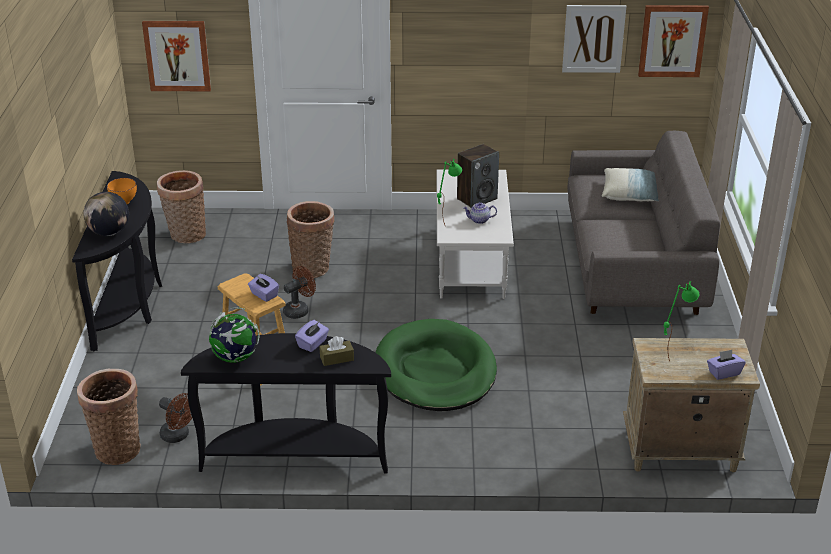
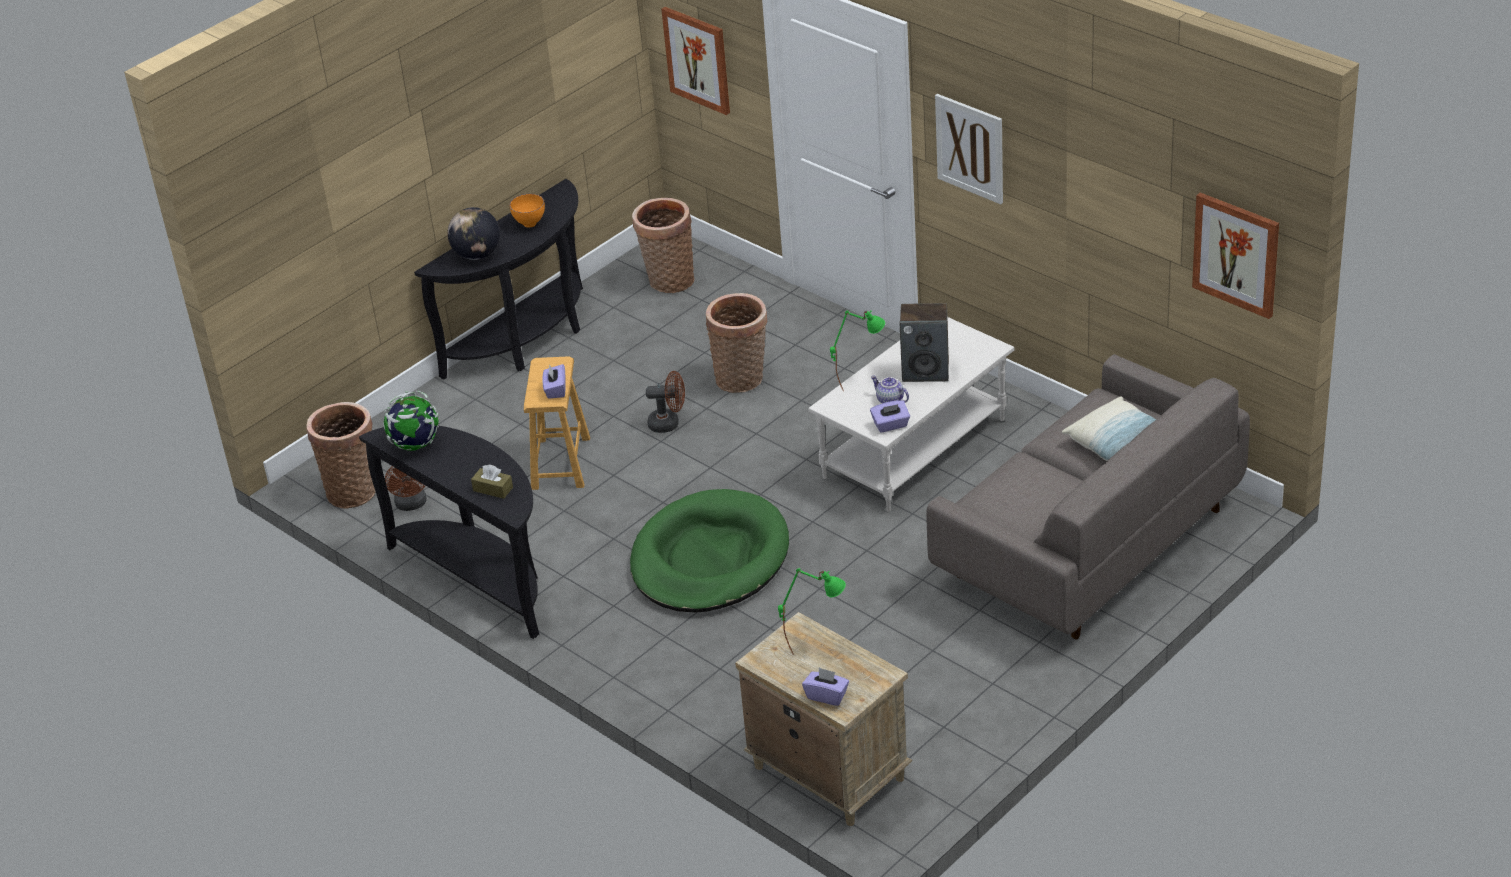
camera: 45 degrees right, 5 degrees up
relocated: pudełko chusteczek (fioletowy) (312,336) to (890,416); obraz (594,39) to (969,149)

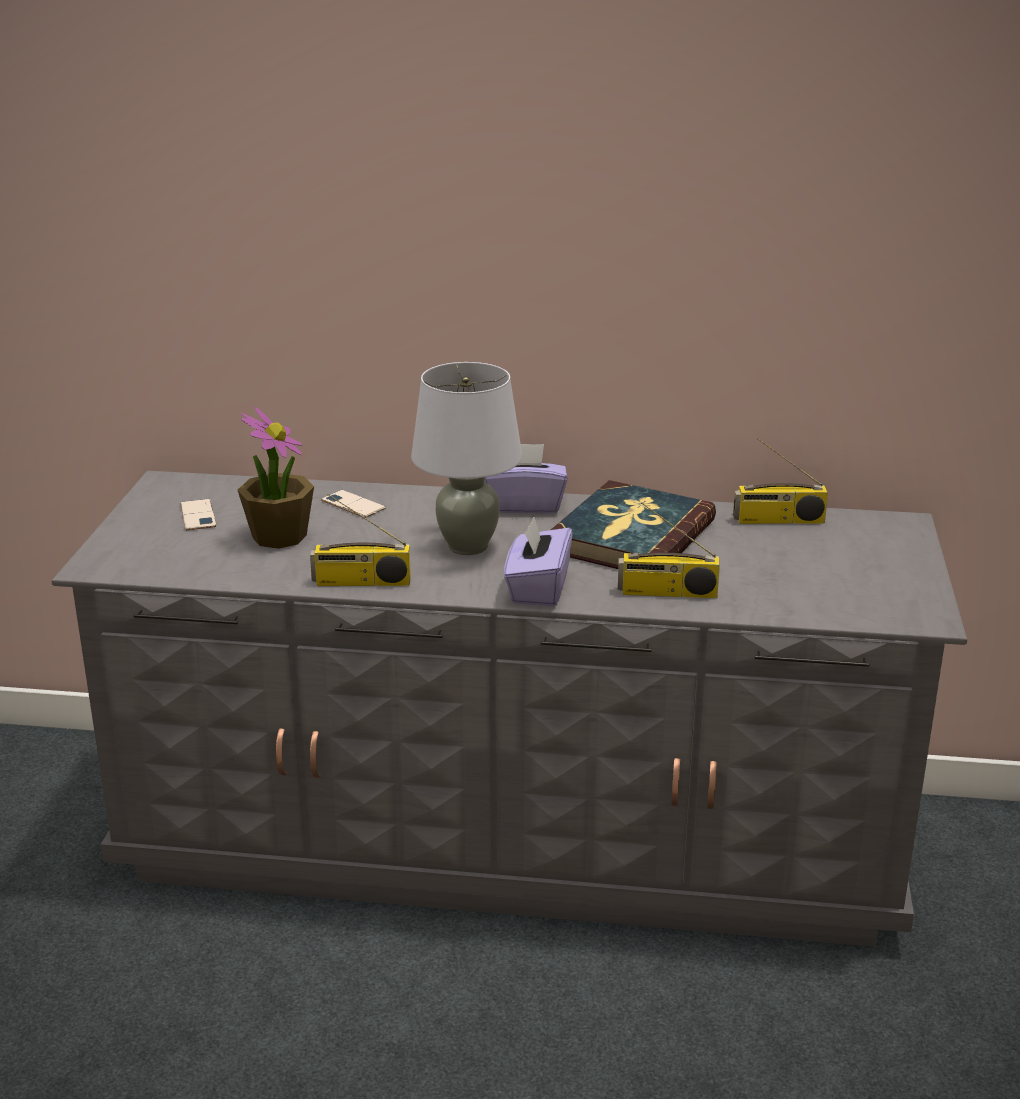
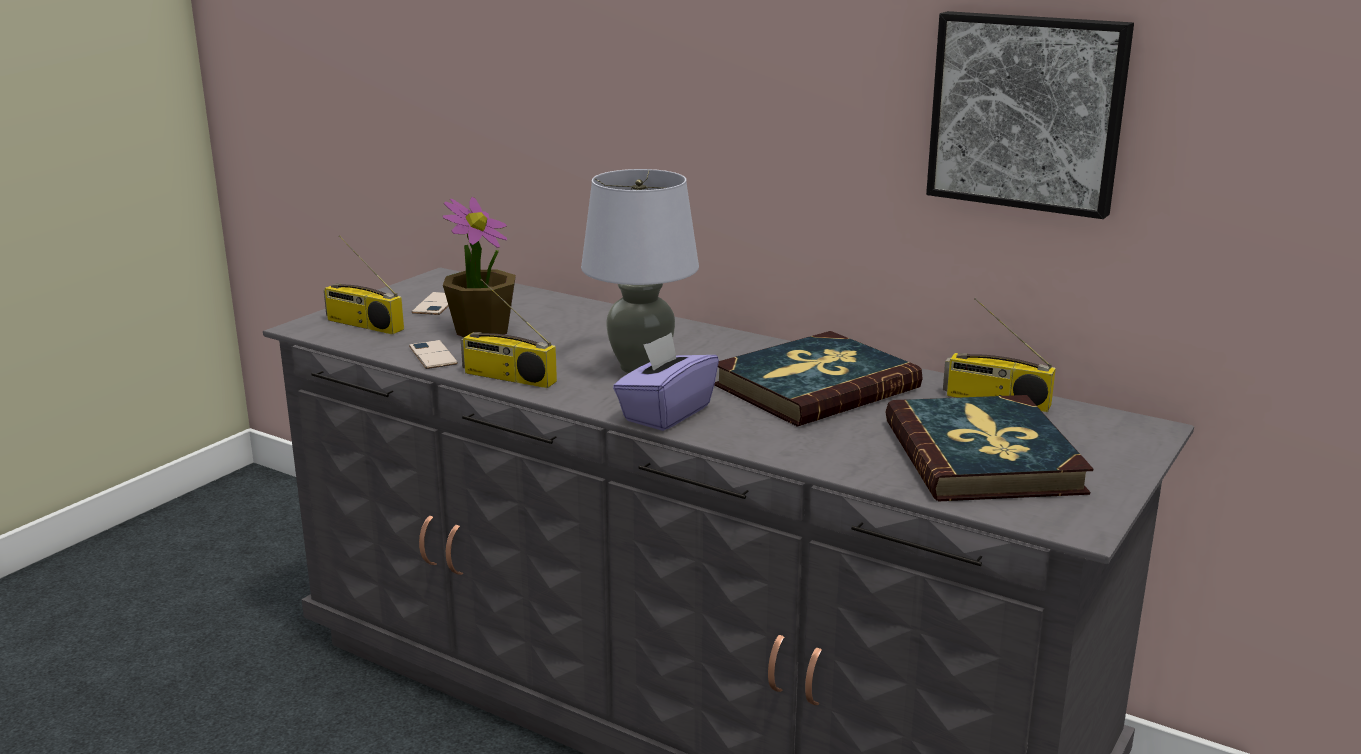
camera: 25 degrees right, 5 degrees down
missing: pudełko chusteczek (fioletowy) (525,479)
appeared: książka (989,448); obraz (1030,115)
relocated: radio (669,550) to (364,285); telefon (353,504) to (433,354)

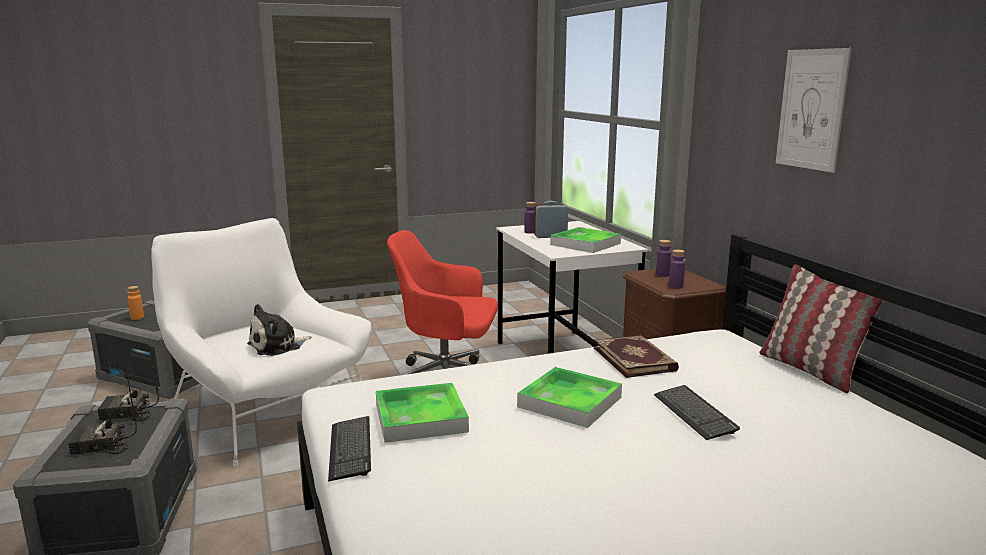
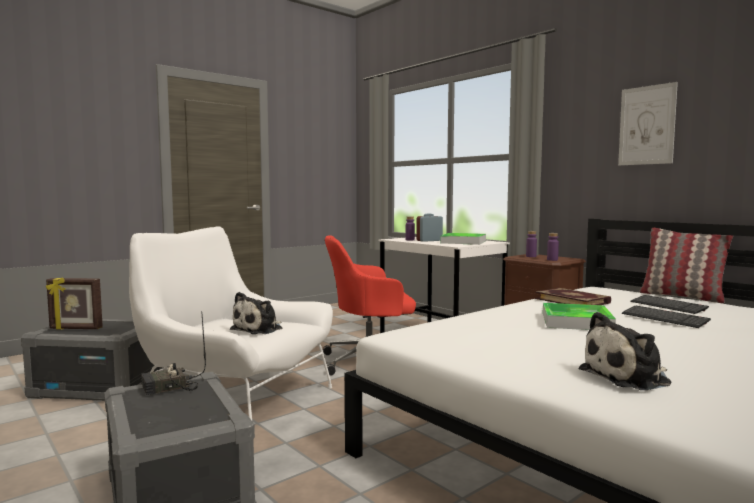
camera: 20 degrees left, 10 degrees down
missing: radio (102,413); taca (422,413)
appeared: pluszak (625,351)
relocated: klawiatura (349,449) to (669,304)
exchanged: butelka (pomarańczowy) (135,303) to ramka na zdjęcie (74,304)

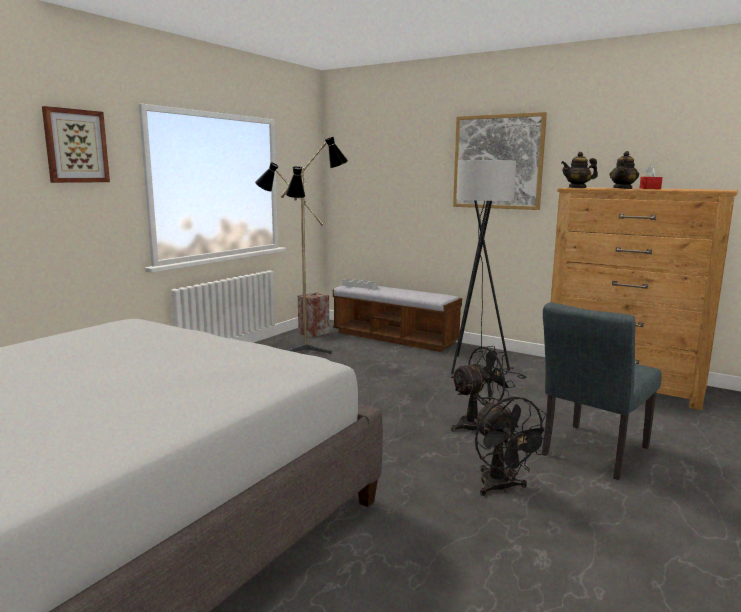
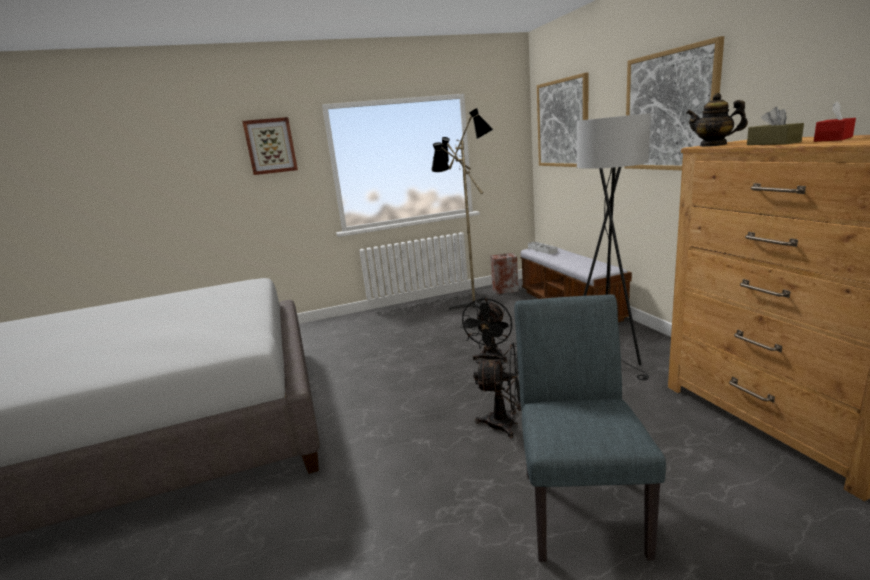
camera: 40 degrees right, 5 degrees up
appeared: obraz (563,120)
relocated: wentylator (czarny) (513,446) to (486,330)
exchanged: imbryk (624,170) to pudełko chusteczek (brązowy) (775,126)
spun: krzesło (szary) (602,391) = (590,428) 105 degrees clockwise

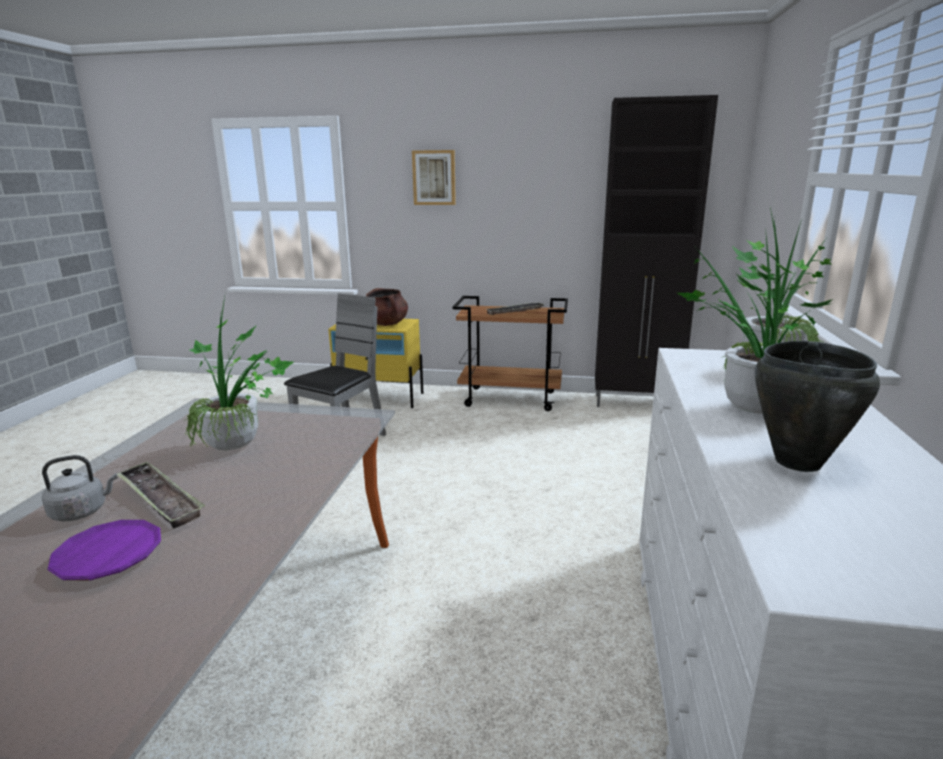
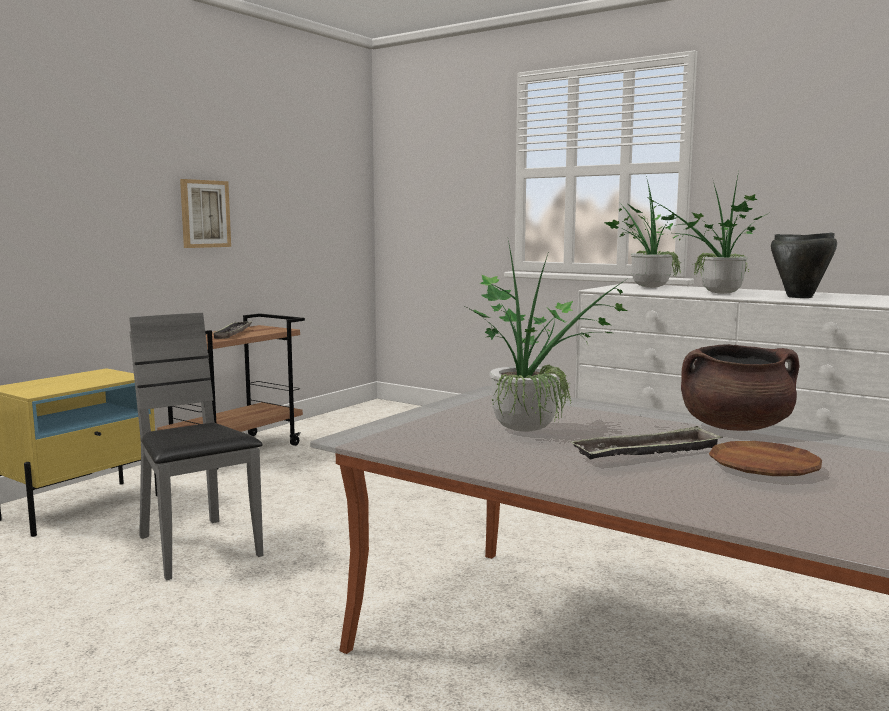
camera: 65 degrees left, 10 degrees down
missing: czajnik (szary) (80,488); szafka (czarny) (656,251)
relocated: obraz (434,177) to (205,213); garnek (brązowy) (387,307) to (740,387)
colour: talerz (fioletowy) (104,550) to talerz (brązowy) (765,458)

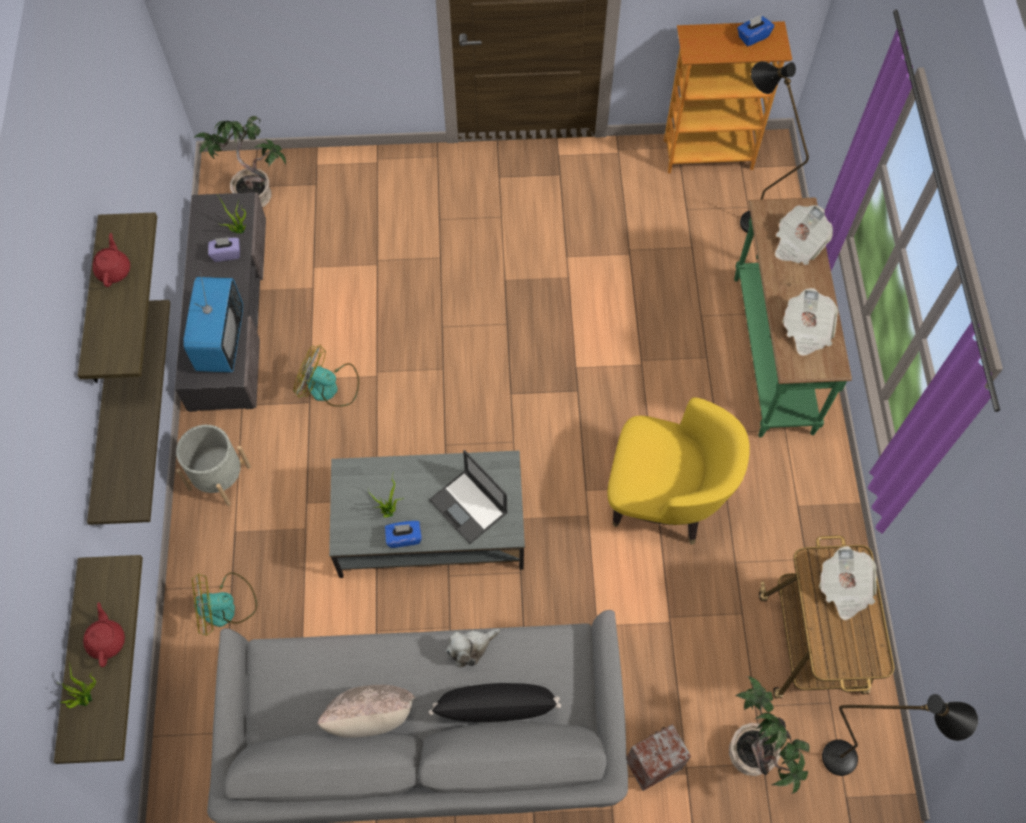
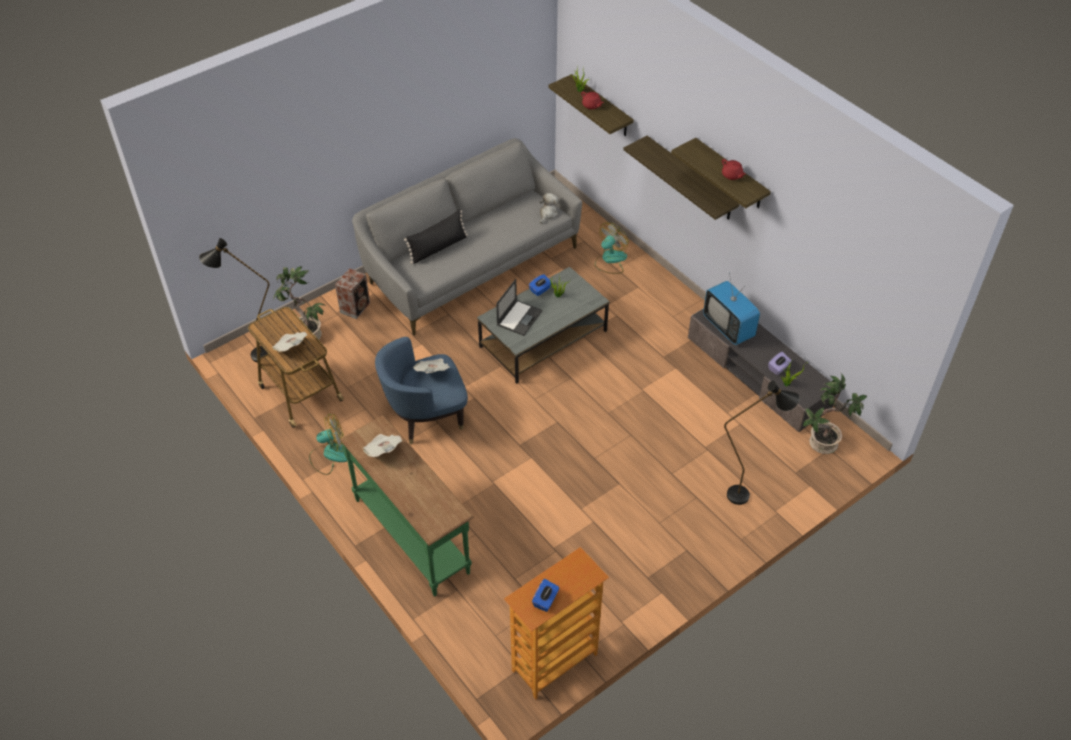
camera: 145 degrees right, 15 degrees down
missing: donica (szary) (213,465); poduszka (beżowy) (366,711)
relocated: wentylator (326,376) to (328,444); gazeta (804,235) to (431,365); pluszak (473,648) to (549,208); lampa stojąca (czarny) (774,147) to (762,443)
colour: fotel (żółty) (678,471) to fotel (niebieski) (421,390)
spun: laptop (468,497) = (519,307) 105 degrees clockwise

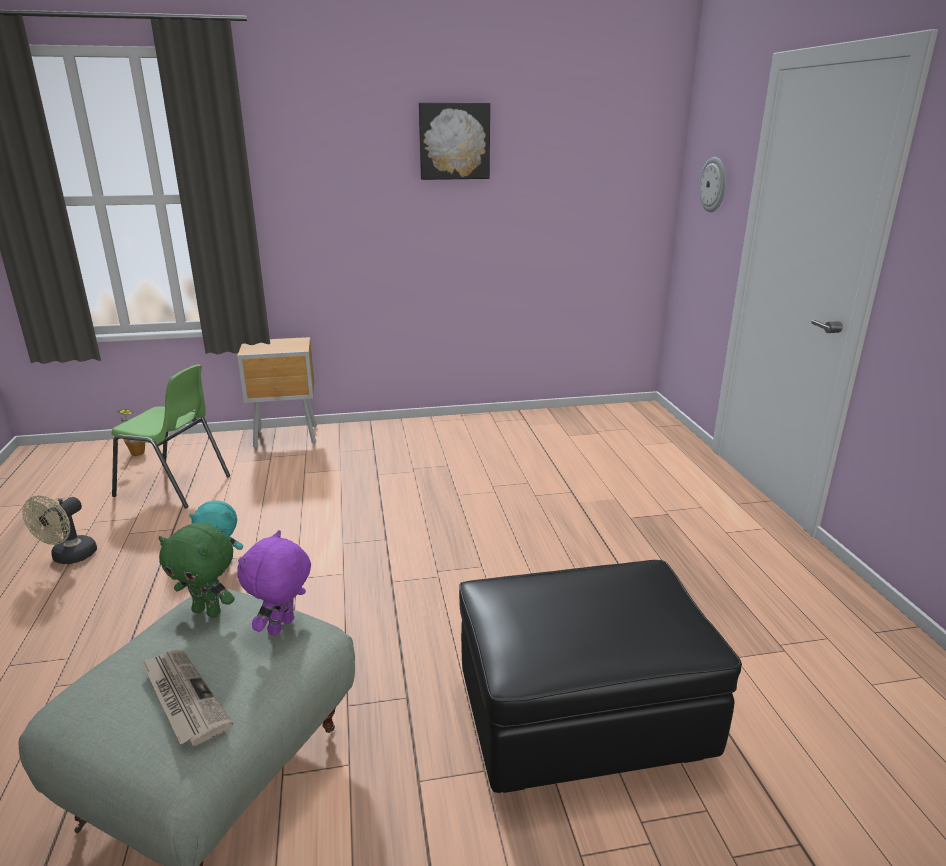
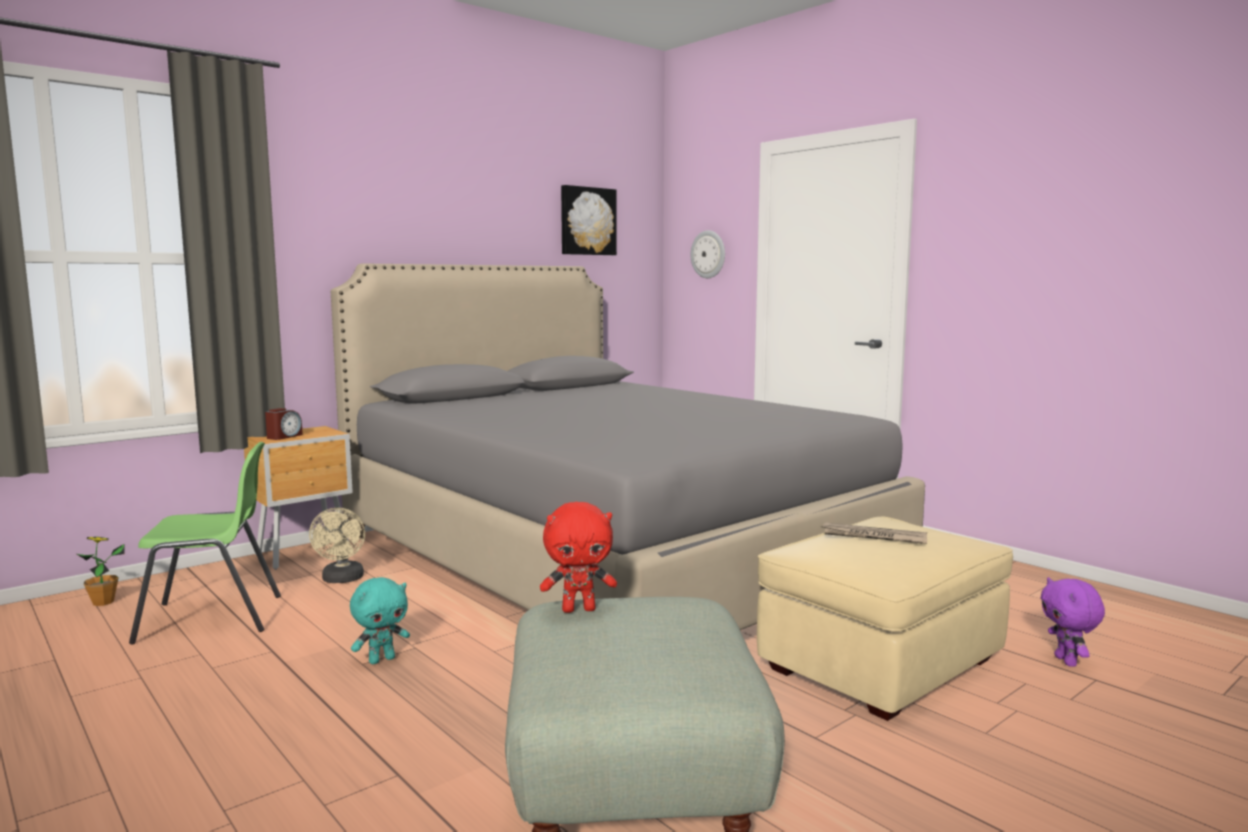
camera: 30 degrees left, 15 degrees down
appeared: budzik (284,424); łóżko (szary) (628,446)
relocated: wentylator (beżowy) (59,529) to (337,545); obraz (454,141) to (589,220); gazeta (187,698) to (874,533); pluszak (fioletowy) (274,583) to (1073,622)
colour: pluszak (zielony) (197,570) to pluszak (czerwony) (578,557); pufa (czarny) (600,676) to pufa (beżowy) (885,619)

